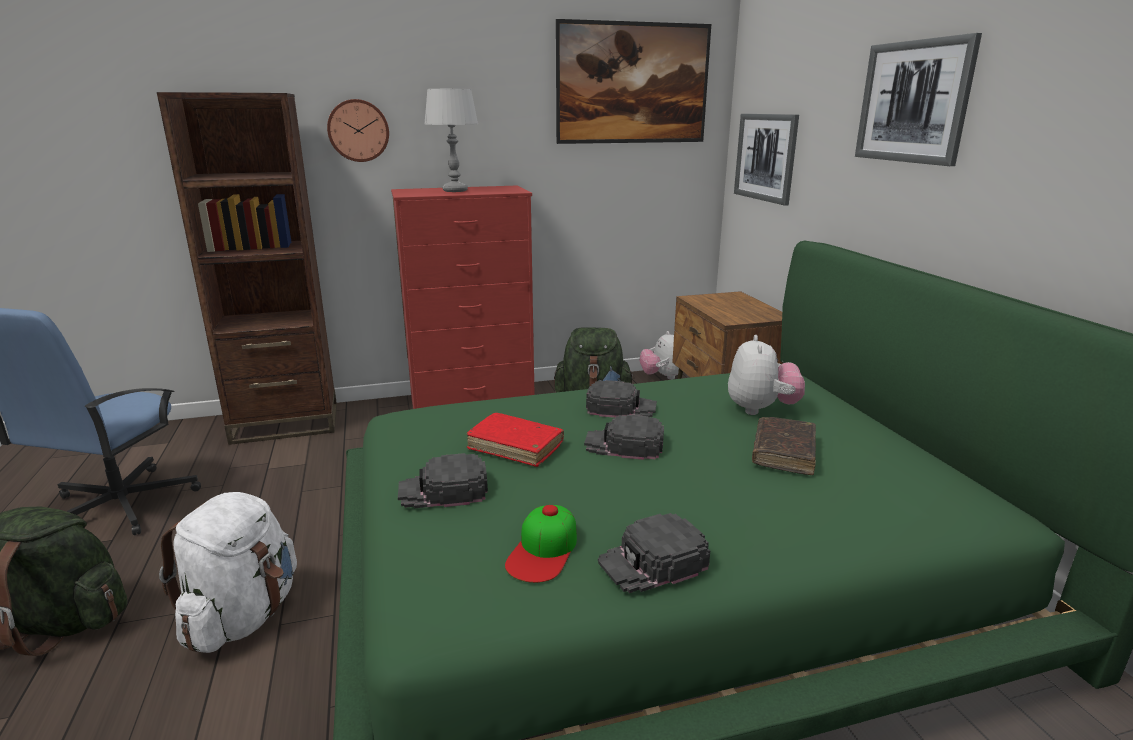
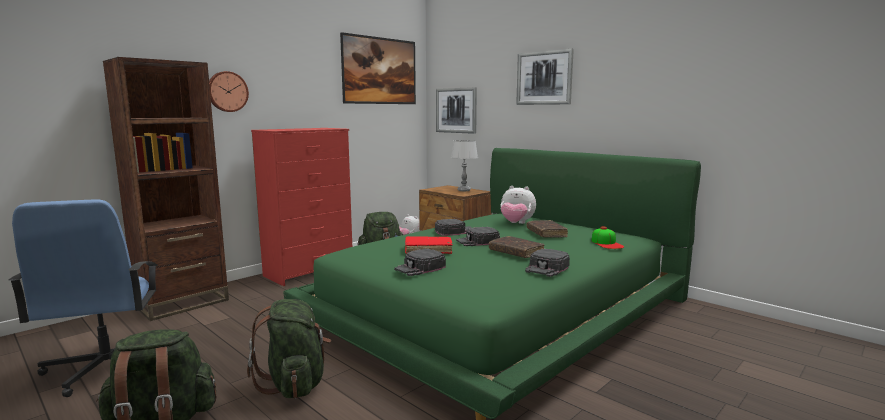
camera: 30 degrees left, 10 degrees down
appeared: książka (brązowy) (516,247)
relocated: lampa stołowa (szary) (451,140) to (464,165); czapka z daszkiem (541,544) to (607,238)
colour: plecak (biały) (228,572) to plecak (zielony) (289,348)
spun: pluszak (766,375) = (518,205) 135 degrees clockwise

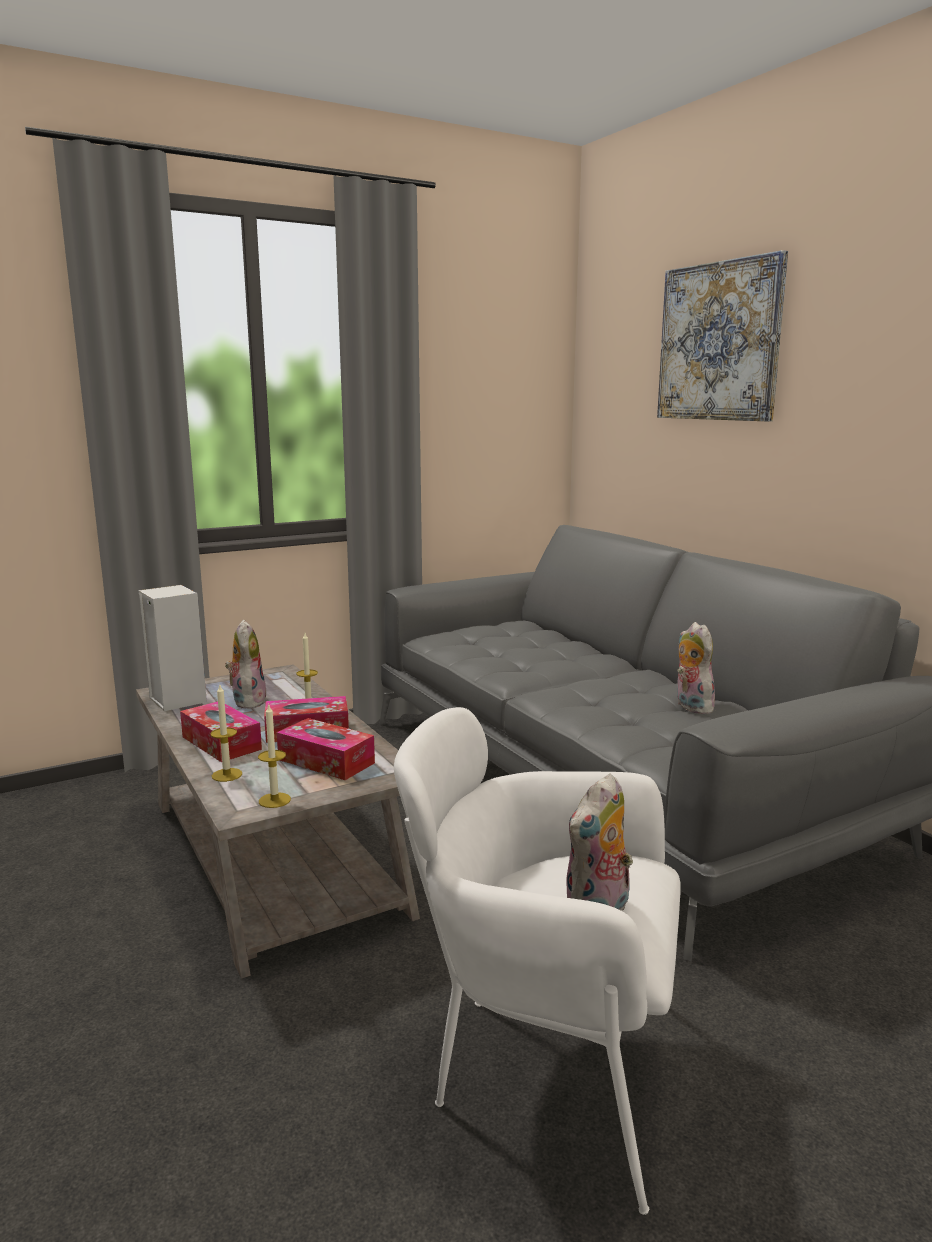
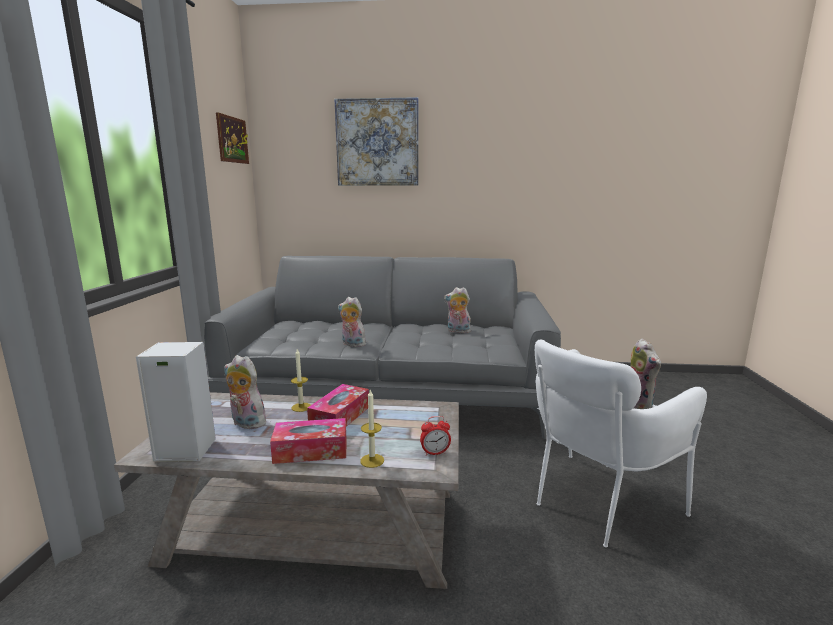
camera: 55 degrees left, 0 degrees up
missing: pudełko chusteczek (326,749)
appeared: obraz (232,138); pluszak (352,322)
exchanged: świeca (274,756) to budzik (435,436)

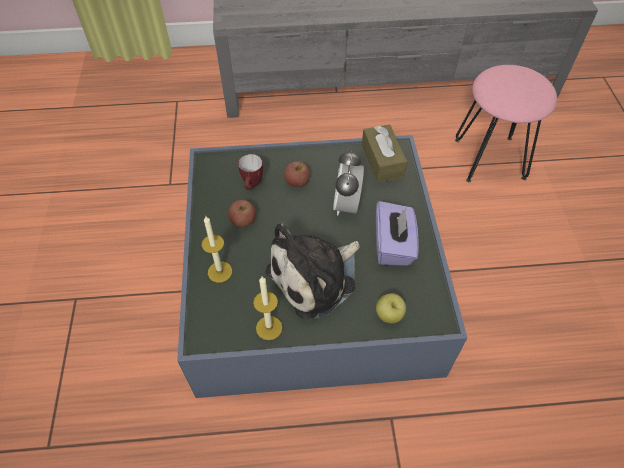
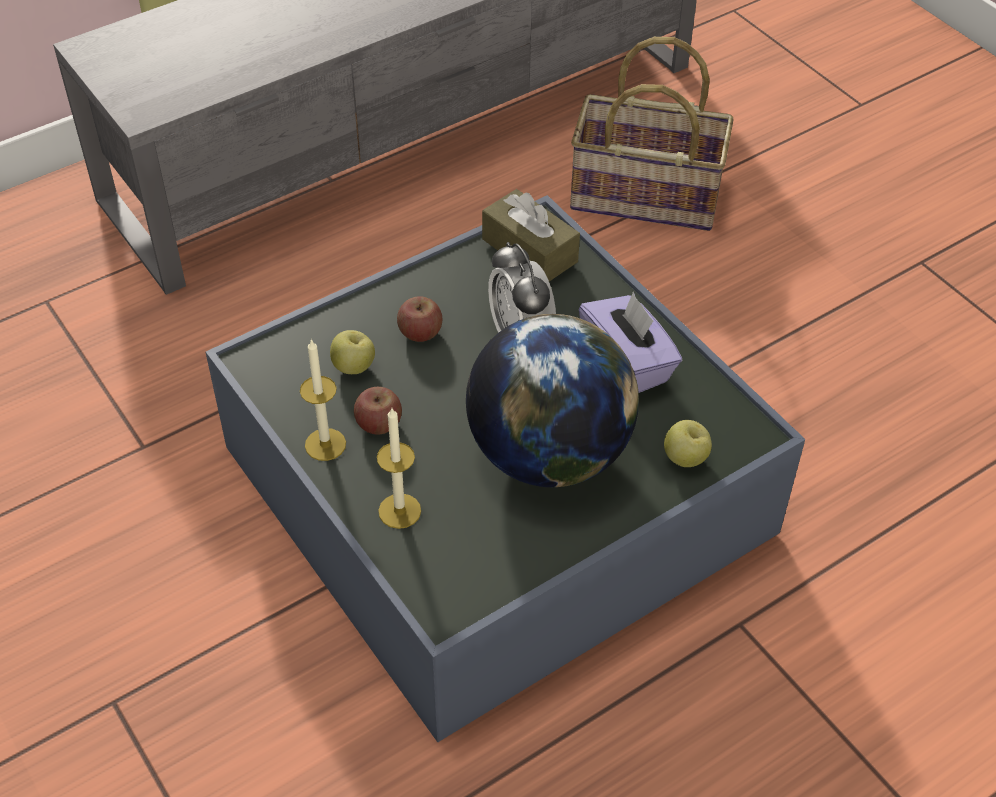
camera: 30 degrees left, 5 degrees down
relocated: świeca (268,308) to (323,400)
exchanged: kubek (250,172) to jabłko (352,352); pluszak (313,271) to globus (552,400); stołek (różowy) (506,123) to koszyk (652,134)

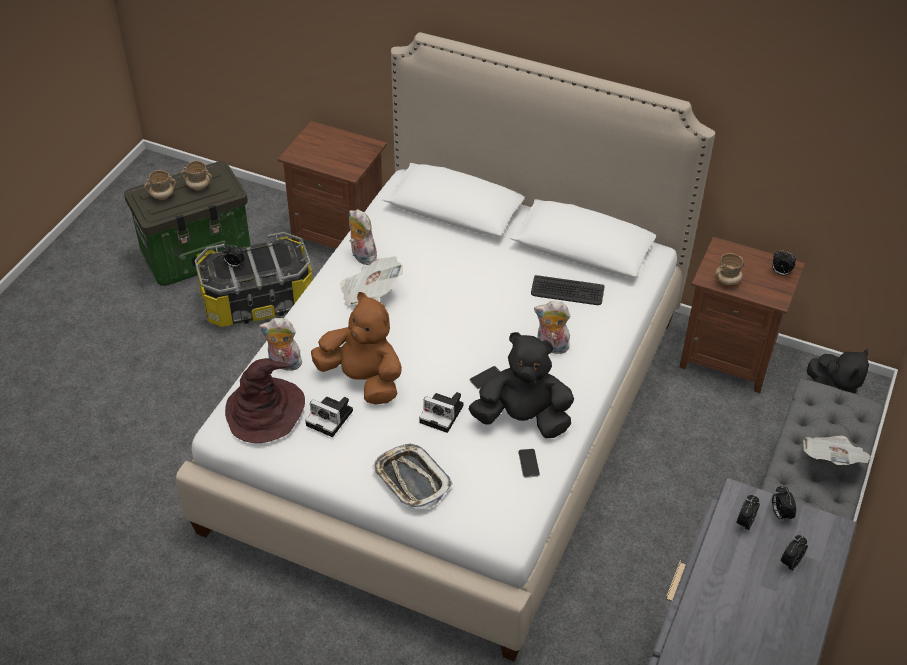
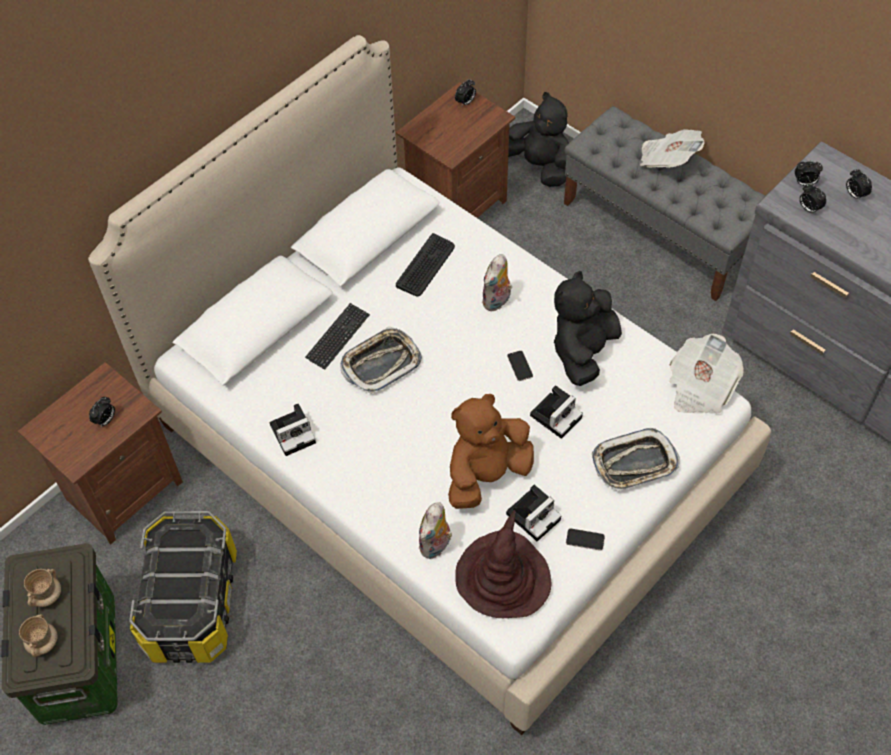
camera: 70 degrees left, 10 degrees up
missing: kubek (beżowy) (729,269)
appeared: klawiatura (337,336); taca (381,360)
relocated: budzik (233,256) to (102,412); telefon (529,463) to (585,539); gazeta (371,281) to (706,374)
exchanged: pluszak (363,237) to aparat fotograficzny (293,430)

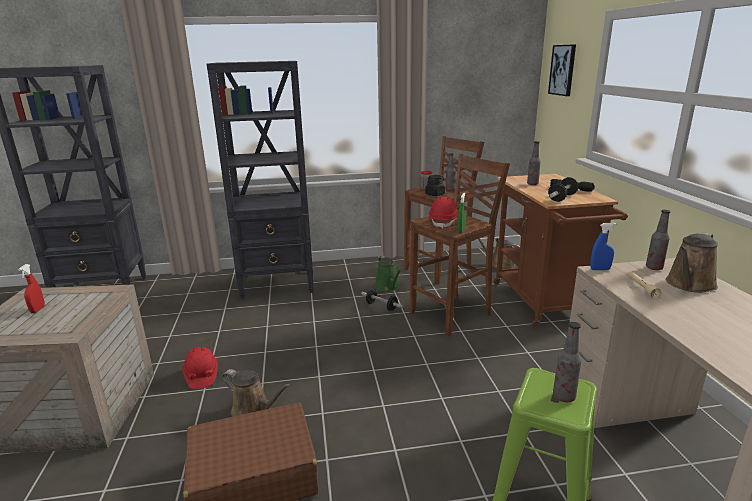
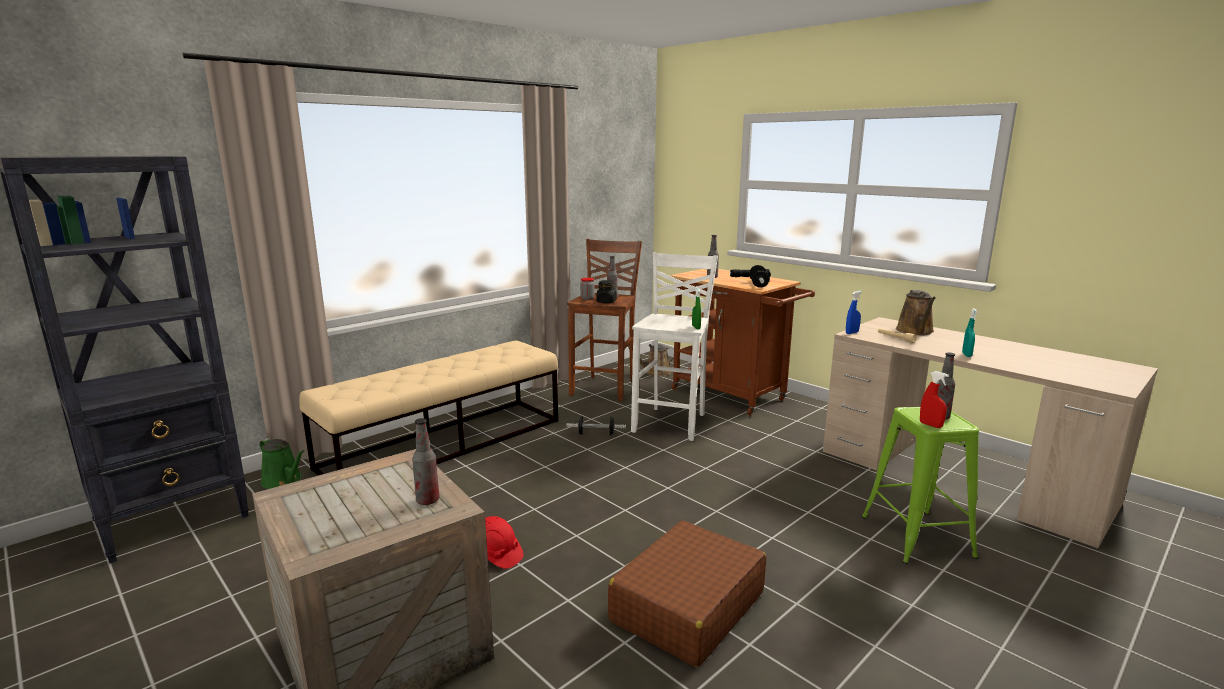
camera: 35 degrees left, 5 degrees down
missing: konewka (brązowy) (256,393); kask (czerwony) (443,213); obraz (562,70)
appeared: spryskiwacz (turkusowy) (969,332)
relocated: konewka (zielony) (388,274) to (281,463); butelka (658,240) to (426,461); spryskiwacz (czerwony) (31,288) to (934,399)
exchanged: regał (czarny) (260,180) to ławka (beżowy) (428,408)
colour: stołek (brązowy) (459,245) to stołek (biały) (674,346)

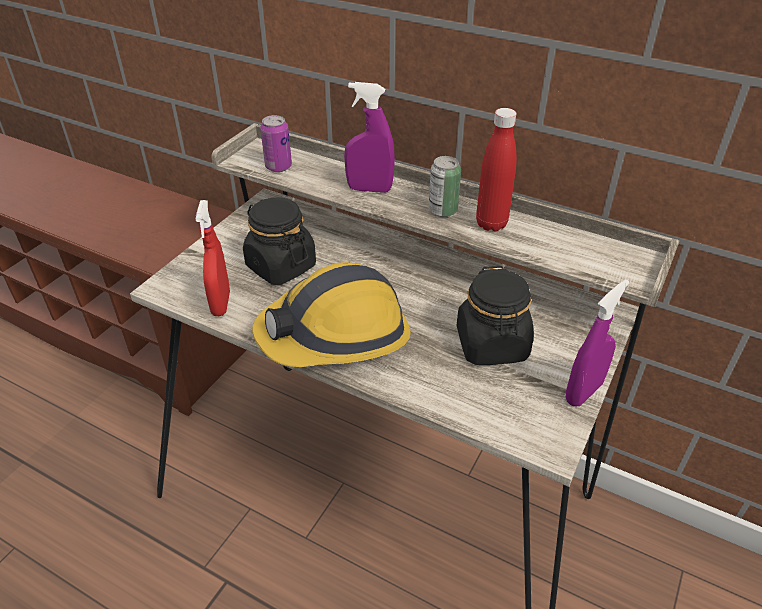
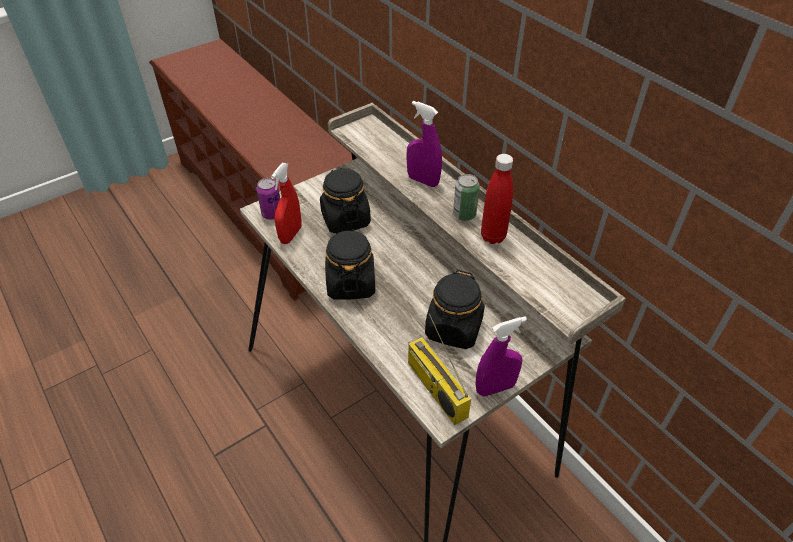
camera: 25 degrees right, 5 degrees up
appeared: radio (439,369)
relocated: puszka (276,143) to (268,199)
exchanged: kask (331,314) to słoik (czarny) (350,264)

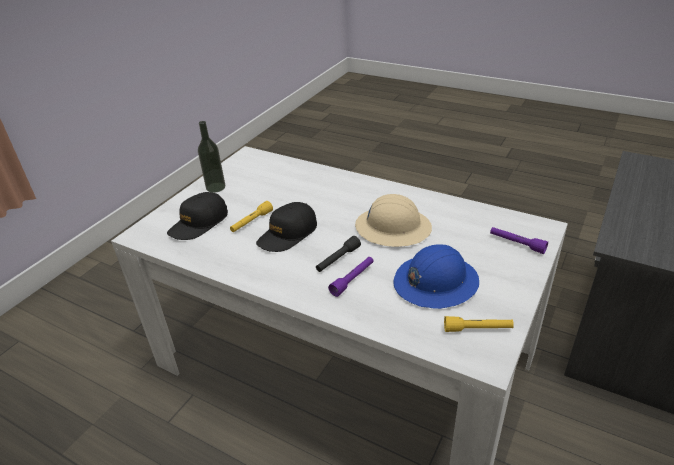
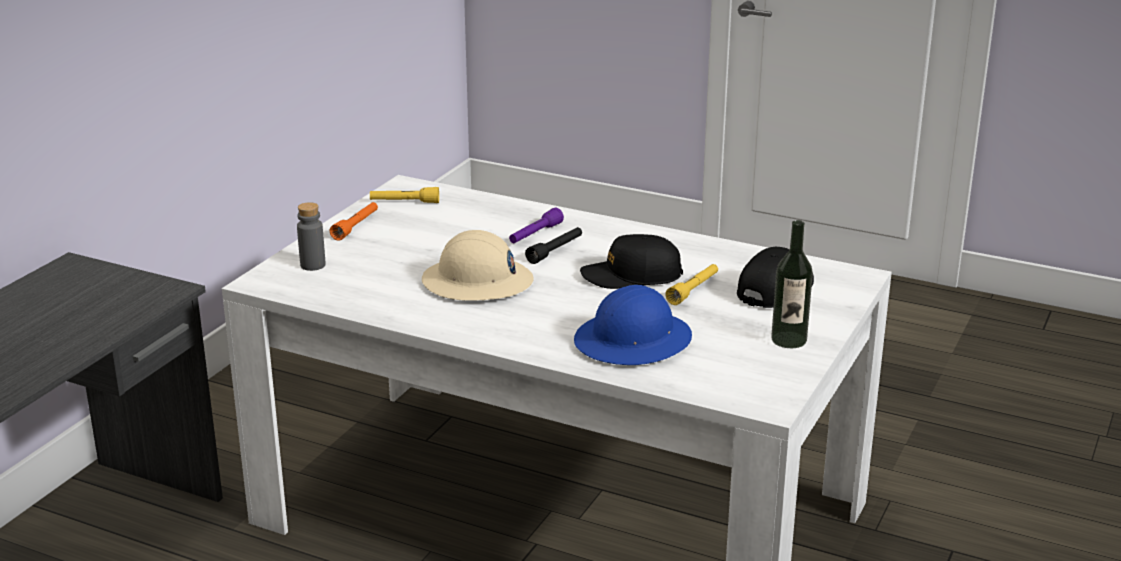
camera: 175 degrees right, 10 degrees down
appeared: latarka (pomarańczowy) (354,221)
relocated: kask (niebieski) (436,276) to (633,325)
exchanged: latarka (fioletowy) (519,240) to butelka (szary) (311,236)
spun: czapka z daszkiem (czarny) (286,227) = (631,261) 135 degrees counterclockwise

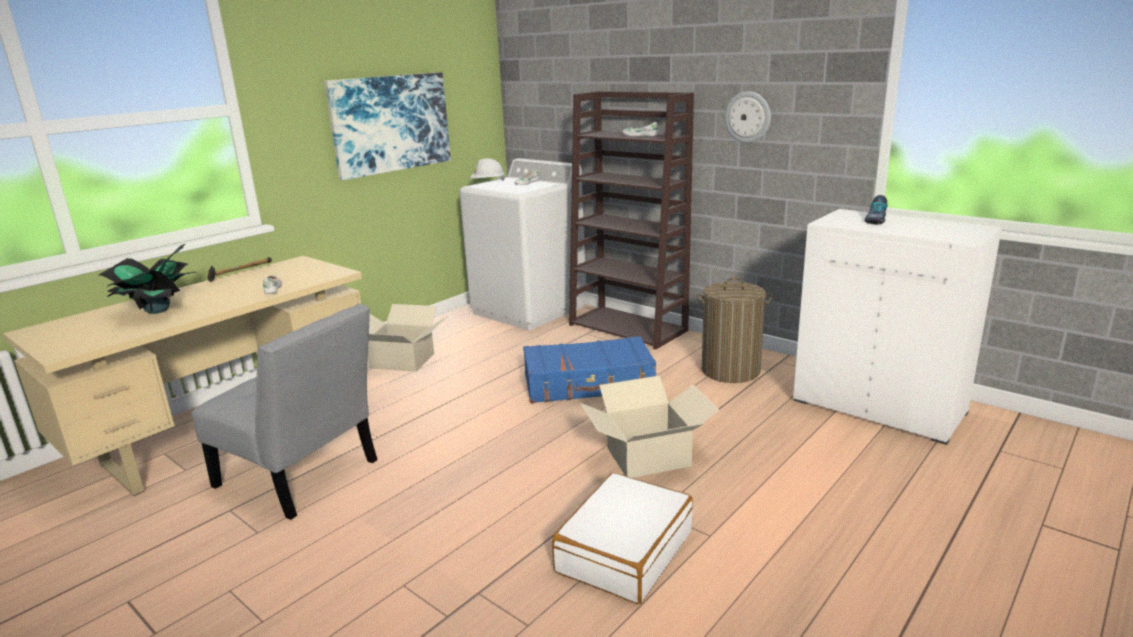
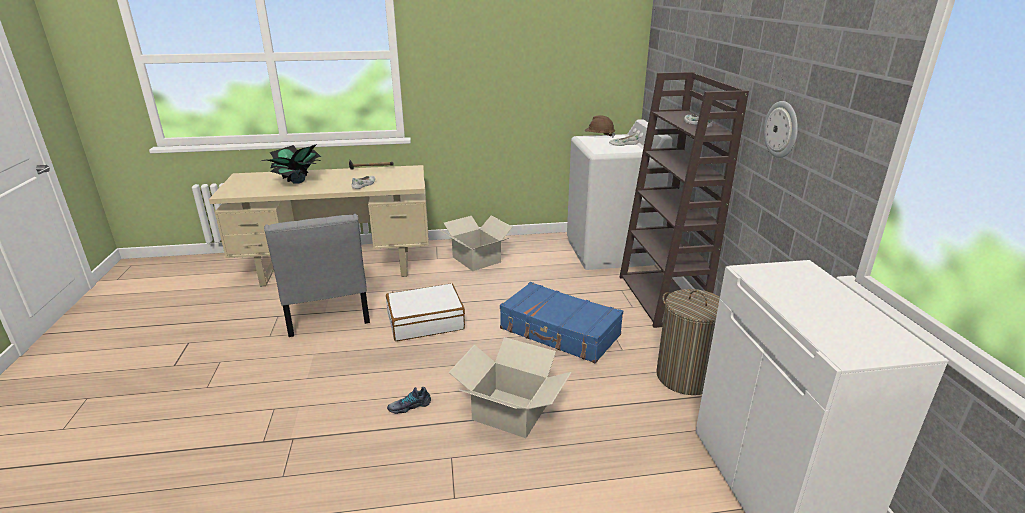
camera: 40 degrees right, 5 degrees up
missing: obraz (387,126)
relocated: walizka (biały) (622,538) to (425,312); but (876,210) to (409,400)
colour: kask (biały) (487,169) to kask (brązowy) (600,126)

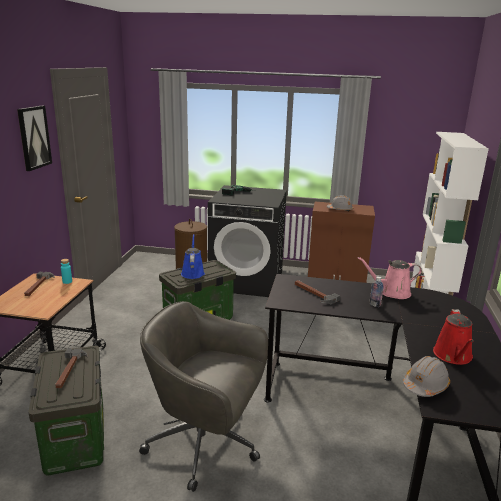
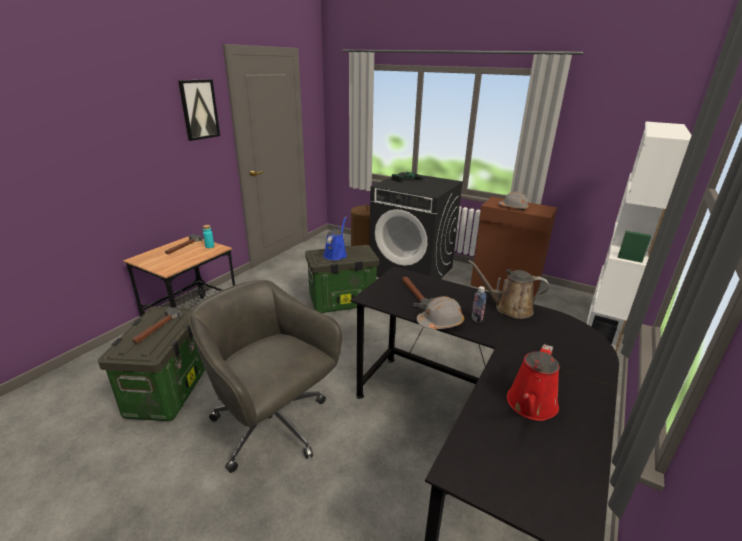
camera: 20 degrees right, 5 degrees up
relocated: kask (szary) (426,376) to (440,313)
colour: konewka (różowy) (390,278) to konewka (brązowy) (508,289)

